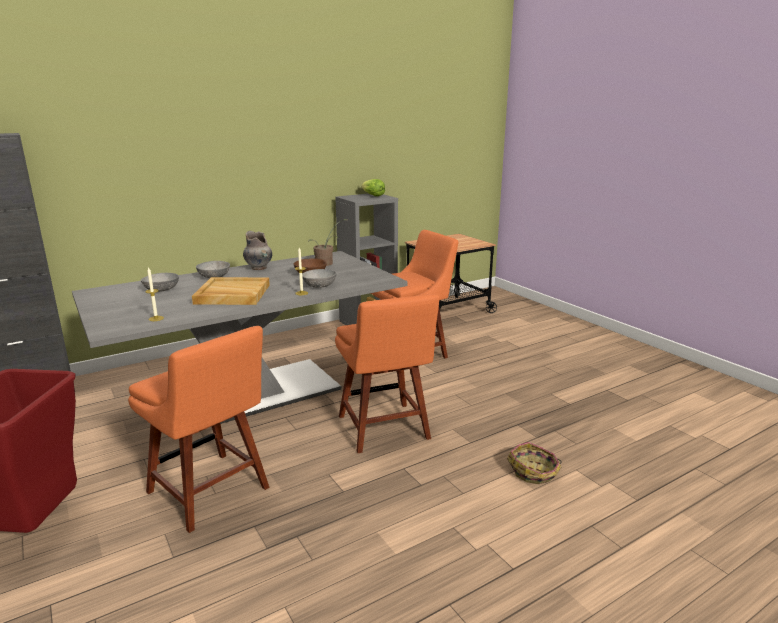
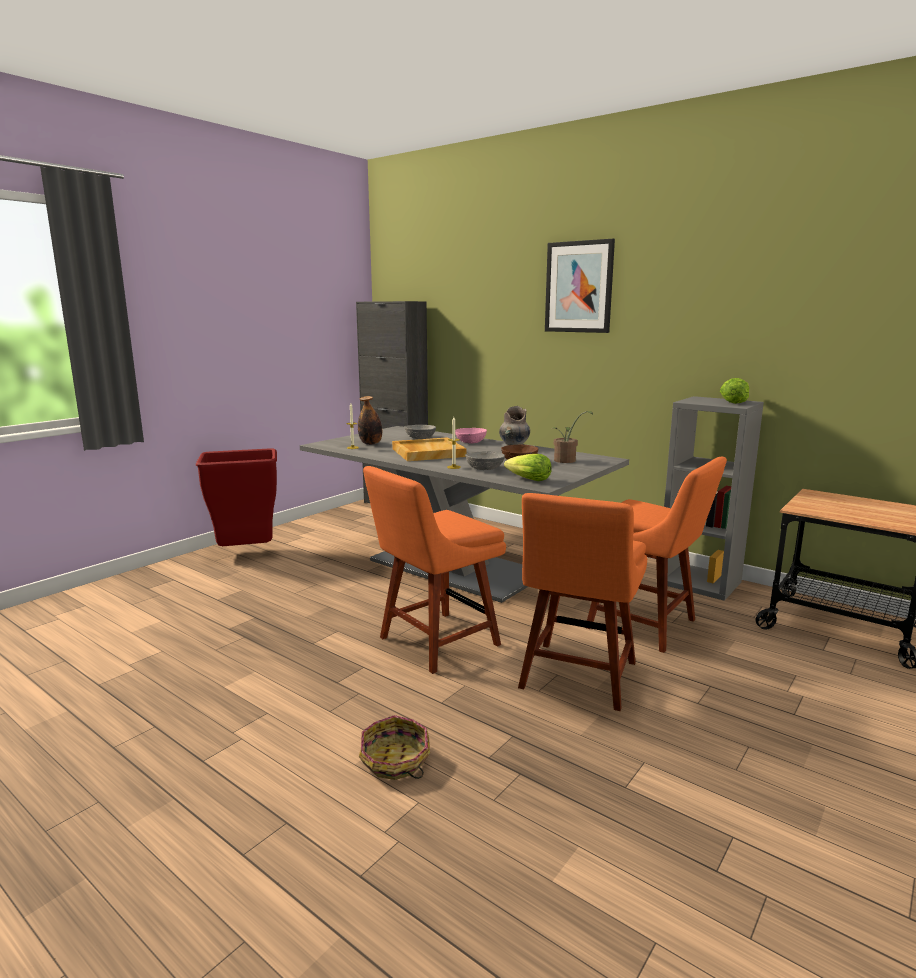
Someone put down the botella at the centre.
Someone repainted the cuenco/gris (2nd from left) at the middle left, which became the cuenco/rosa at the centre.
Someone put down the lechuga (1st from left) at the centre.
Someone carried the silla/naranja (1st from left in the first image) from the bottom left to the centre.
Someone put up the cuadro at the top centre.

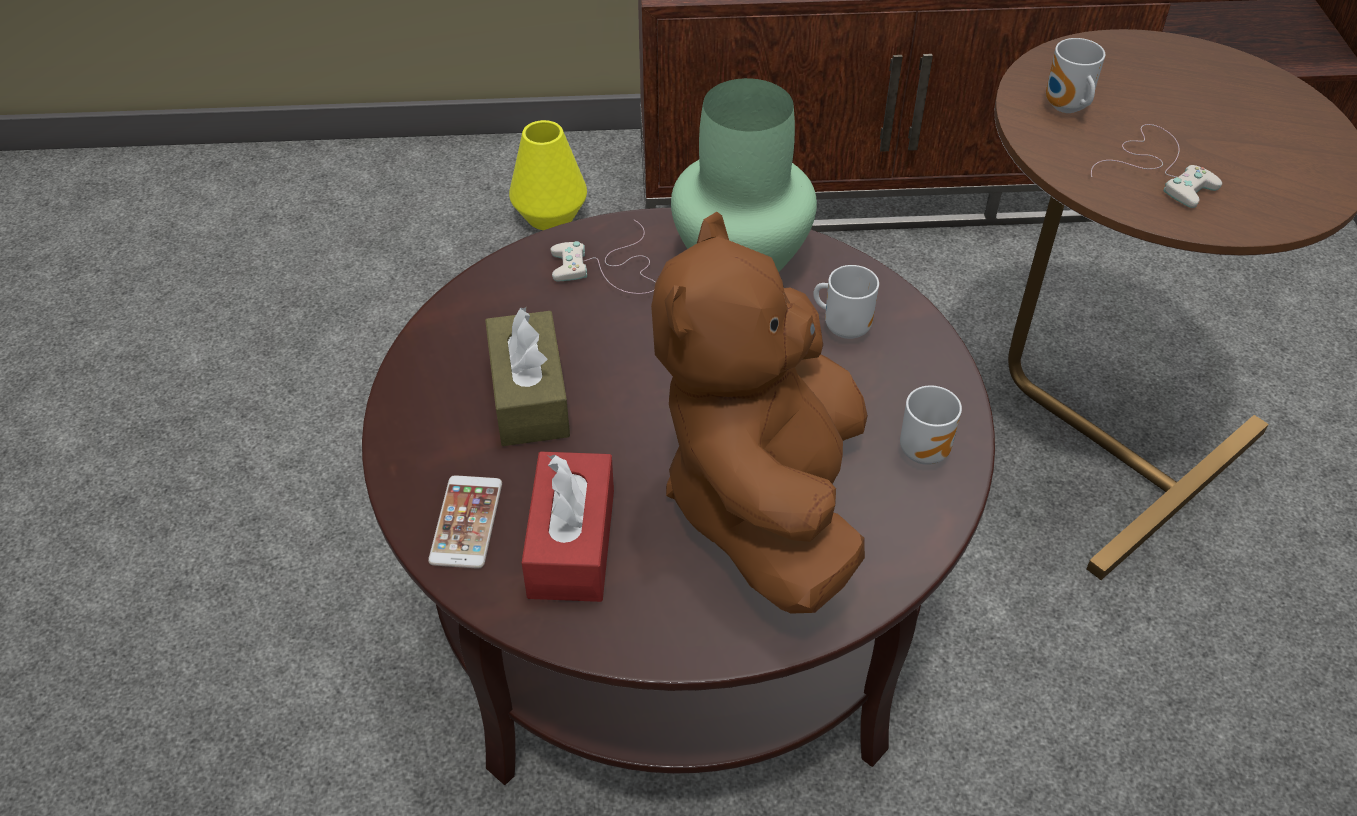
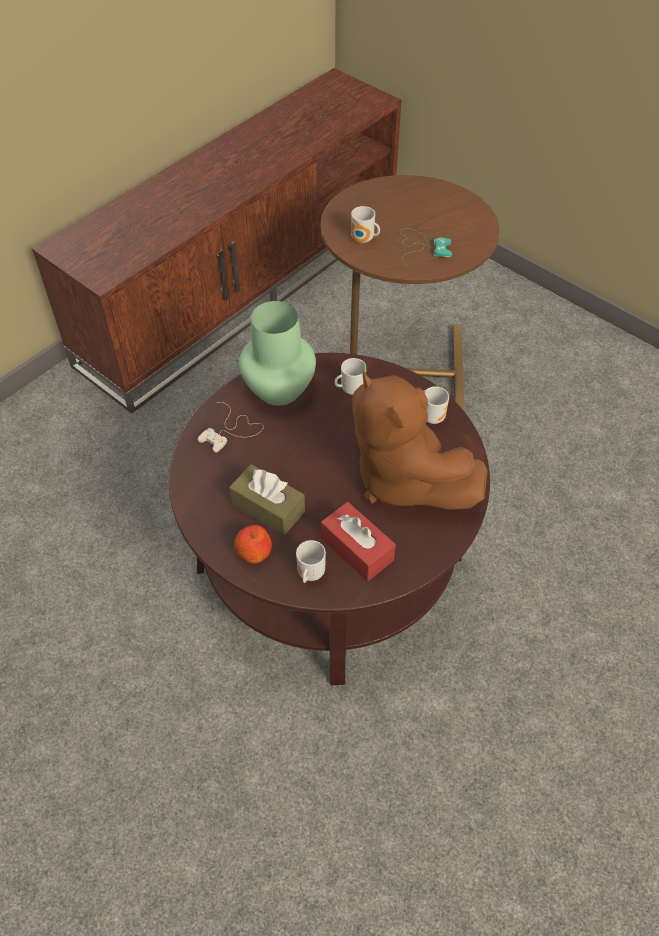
Someone put down the manzana at the centre.
Someone swapped the móvil at the centre for the taza grande (1st from left) at the centre.
Someone repainted the mando de consola/blanco (2nd from left) at the top right, which became the mando de consola/turquesa at the top centre.
Someone took away the florero/amarillo at the top centre.

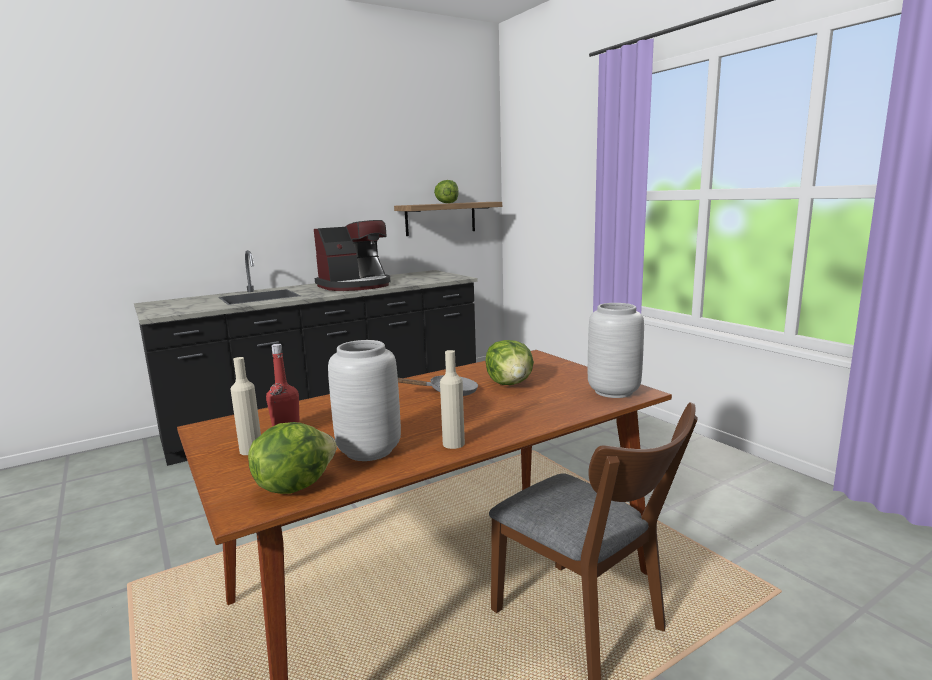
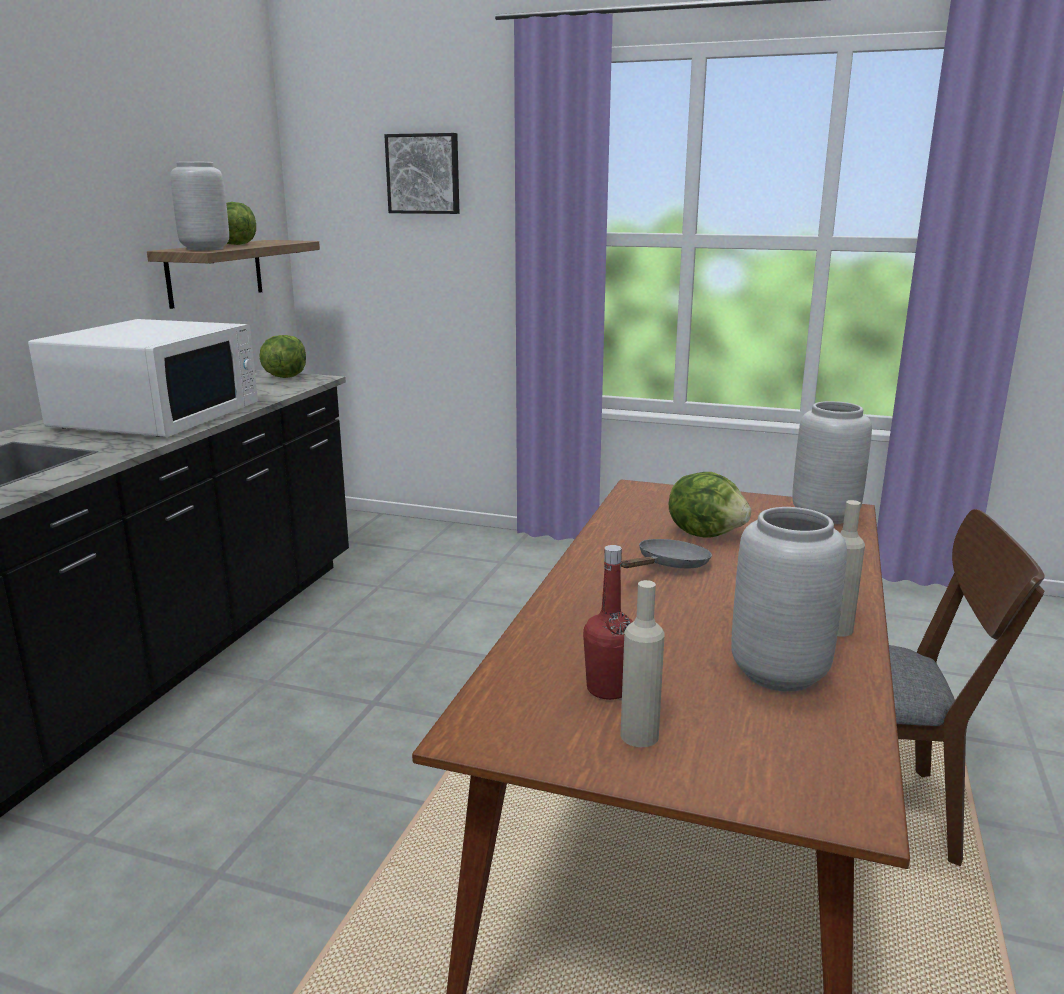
Someone swapped the cafetera at the centre for the microondas/blanco at the middle left.
Someone put down the florero/gris (1st from left) at the top left.
Someone carried the lechuga (1st from left in the first image) from the bottom left to the middle left.
Someone put up the cuadro at the top centre.

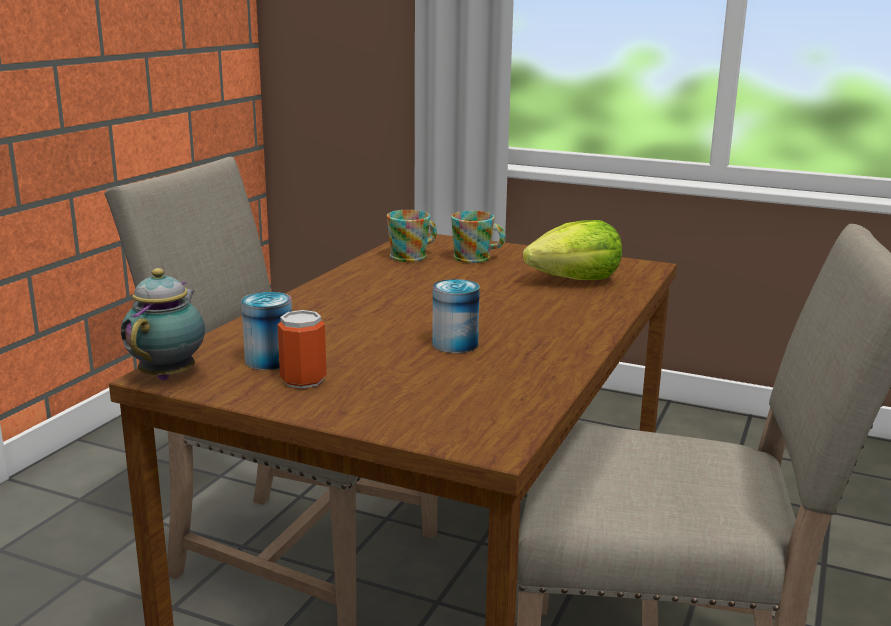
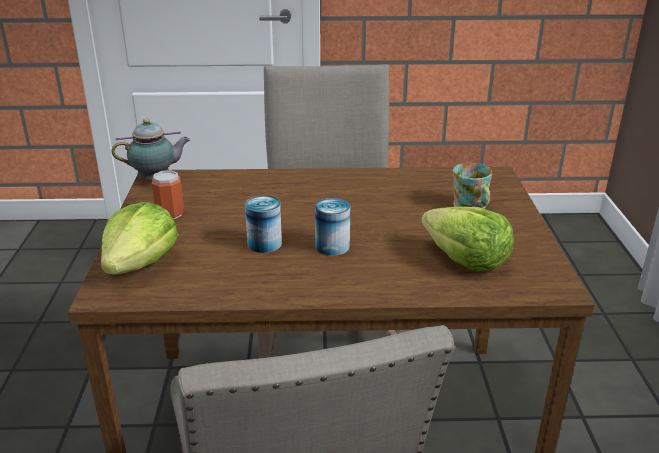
Someone put down the lechuga (1st from left) at the middle left.
Someone carried the lata (1st from left in the first image) from the middle left to the centre.
Someone took away the taza grande (1st from left) at the centre.

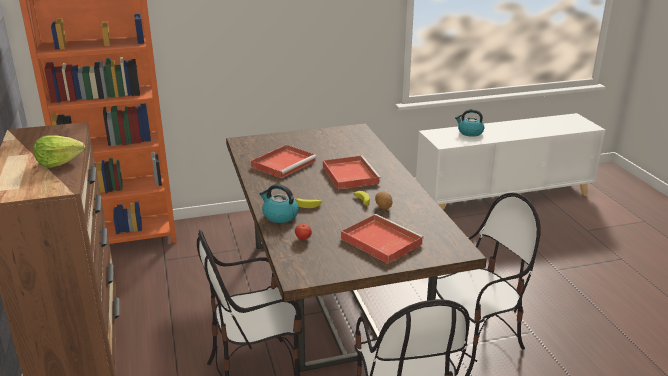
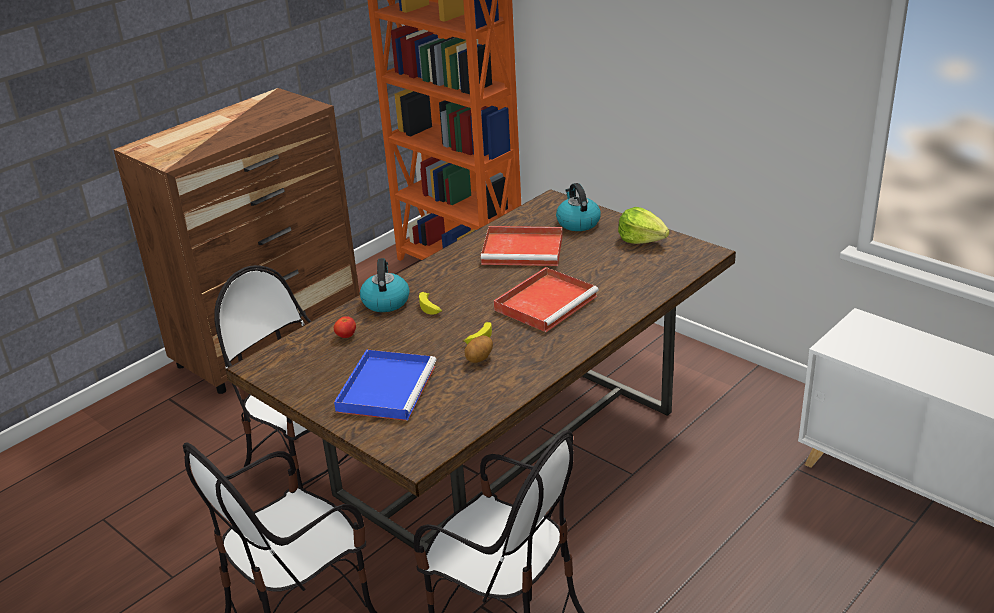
Someone repainted the bandeja/rojo (3rd from left) at the centre, which became the bandeja/azul at the centre.
Someone carried the hervidor (2nd from left) from the top right to the centre.
Someone carried the lechuga from the middle left to the centre.

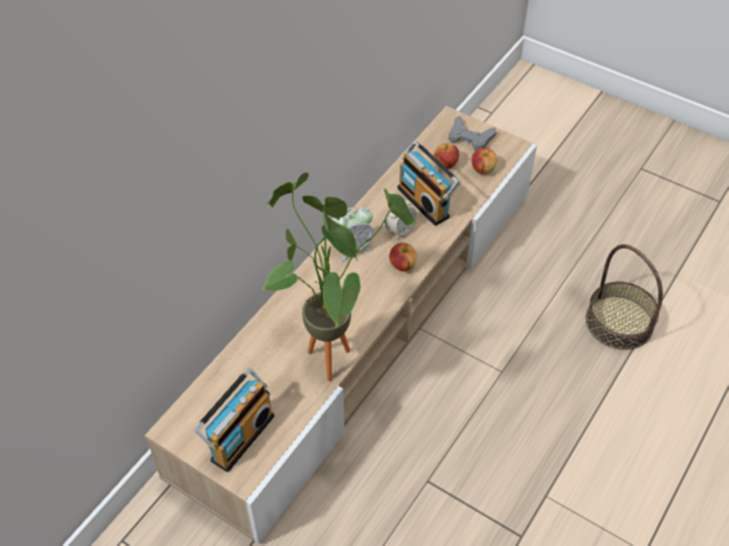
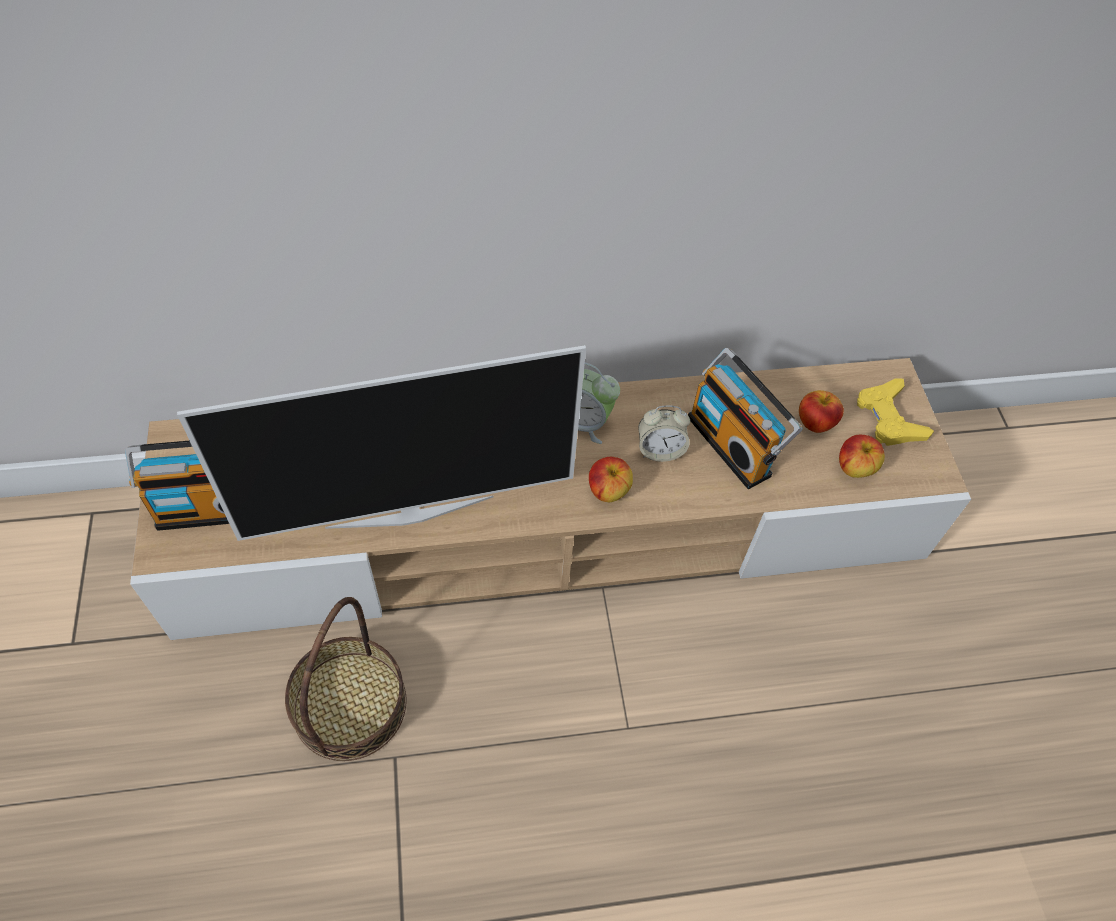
Someone swapped the planta en maceta at the centre for the televisor at the centre.
Someone carried the cesta from the middle right to the bottom left.
Someone rotated the radio (2nd from left) at the centre by 45 degrees counterclockwise.
Someone repainted the mando de consola/gris at the top centre, which became the mando de consola/amarillo at the middle right.

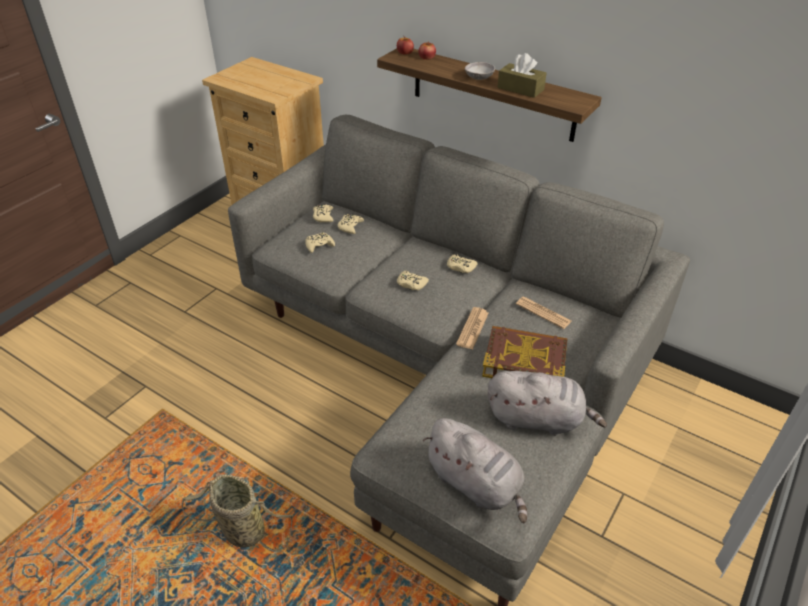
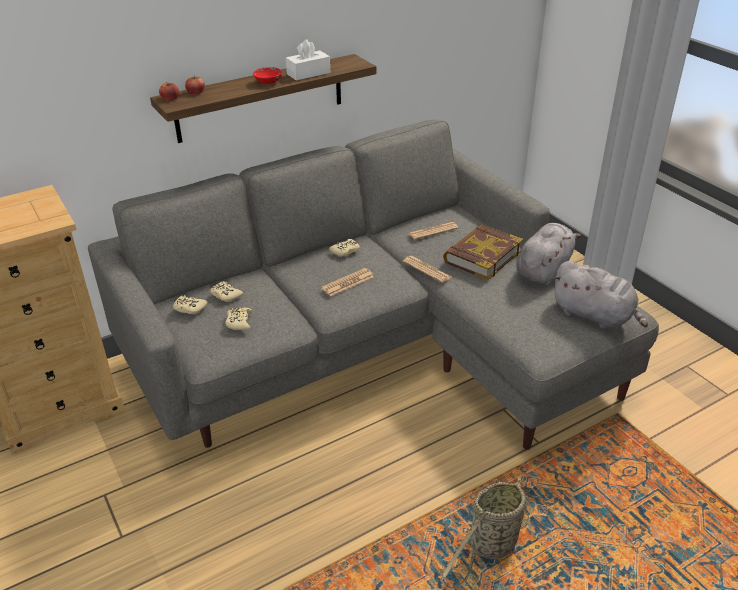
Someone repainted the cuenco/gris at the top centre, which became the cuenco/rojo at the top centre.
Someone repainted the caja de pañuelos/marrón at the top centre, which became the caja de pañuelos/blanco at the top centre.
Someone swapped the mando de consola/beis (4th from left) at the centre for the periódico (1st from left) at the centre.
Someone rotated the peluche/gris (1st from left in the first image) at the bottom centre by 60 degrees clockwise.

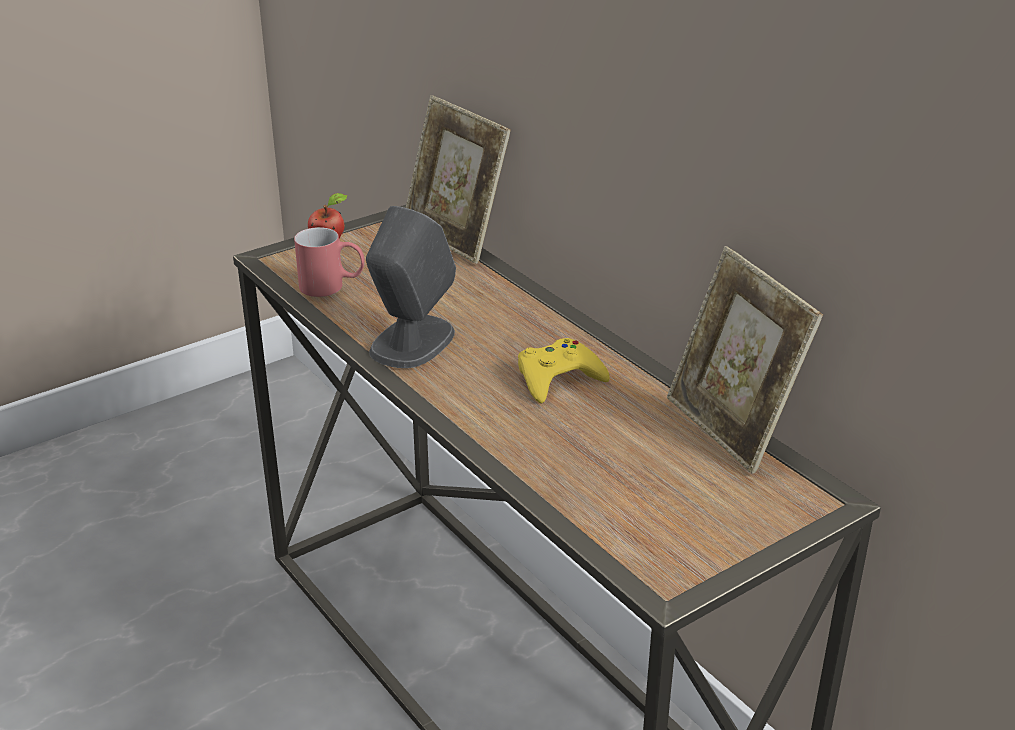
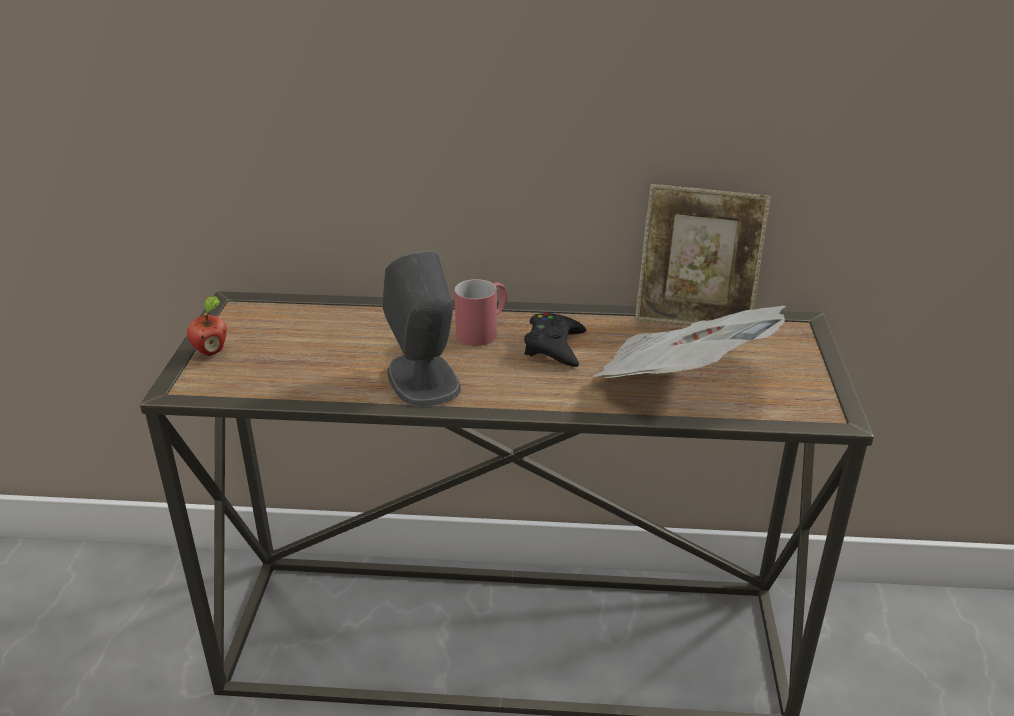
Someone carried the taza grande/rojo from the middle left to the centre.
Someone repainted the mando de consola/amarillo at the centre, which became the mando de consola/negro at the centre.
Someone put down the periódico at the middle right.
Someone took away the portarretratos (1st from left) at the top centre.

